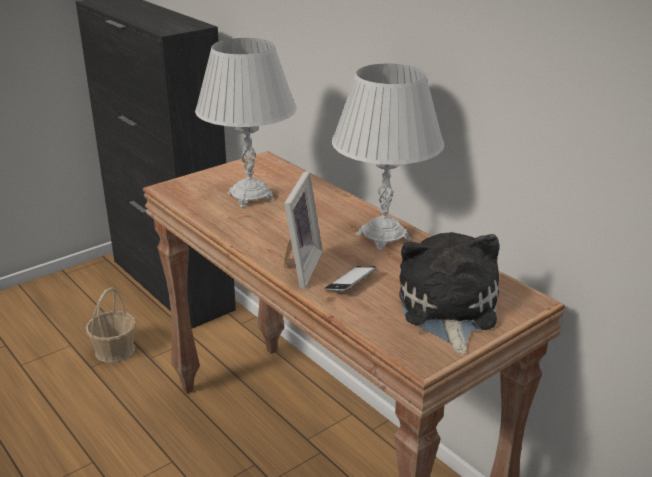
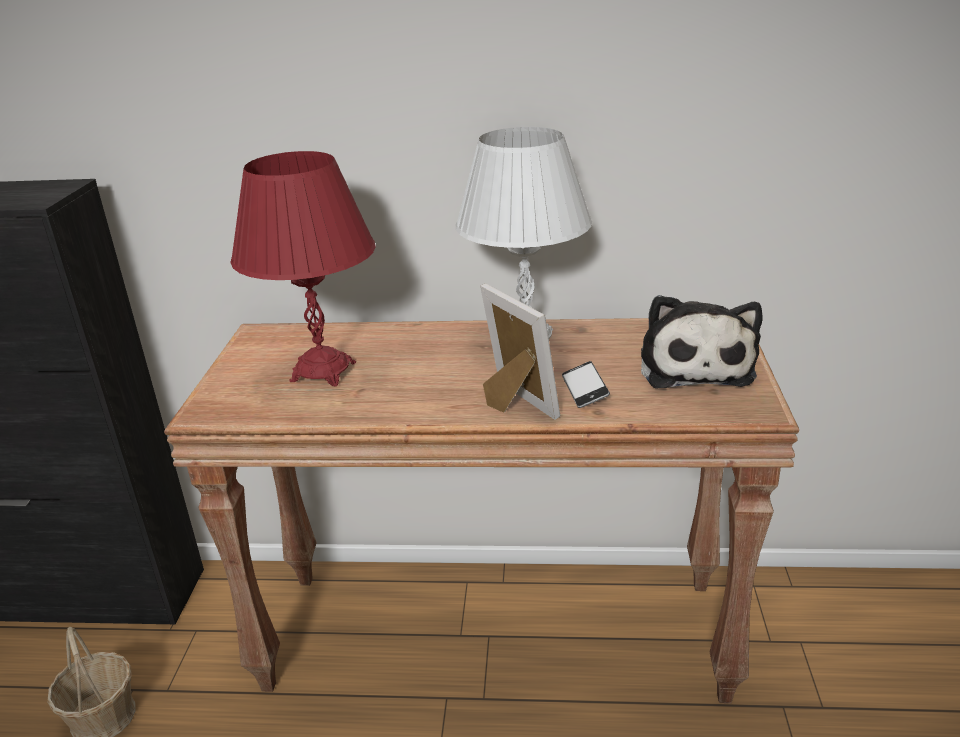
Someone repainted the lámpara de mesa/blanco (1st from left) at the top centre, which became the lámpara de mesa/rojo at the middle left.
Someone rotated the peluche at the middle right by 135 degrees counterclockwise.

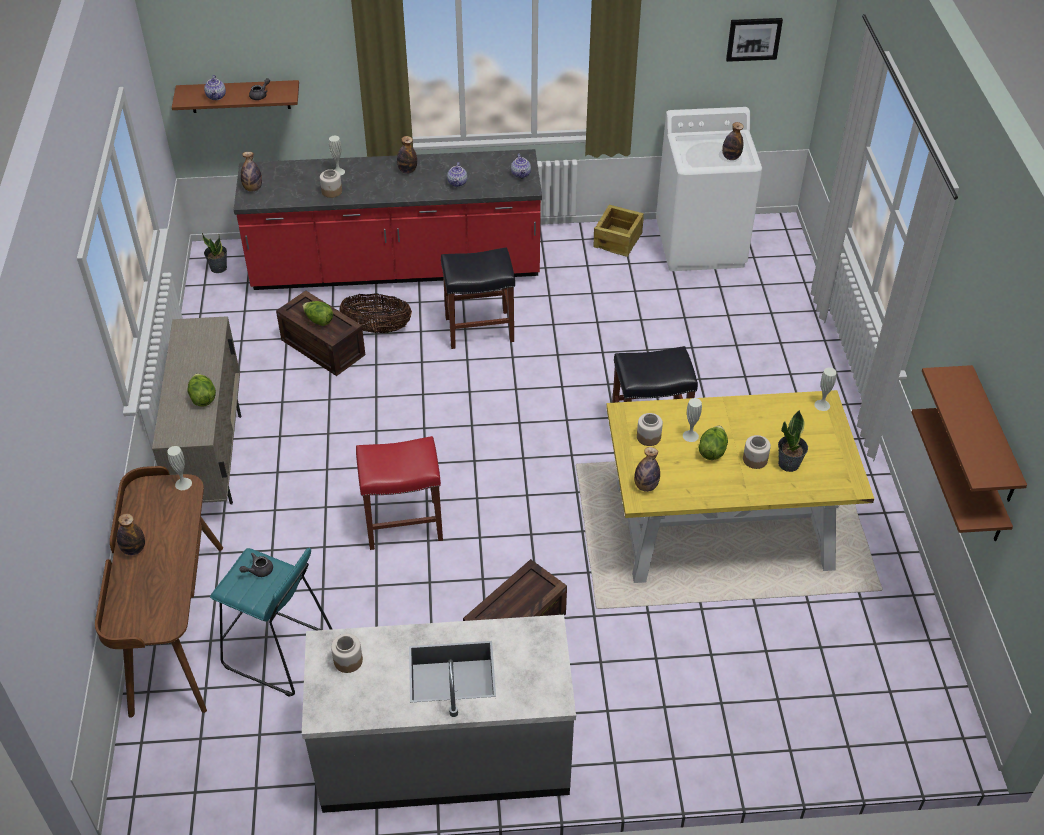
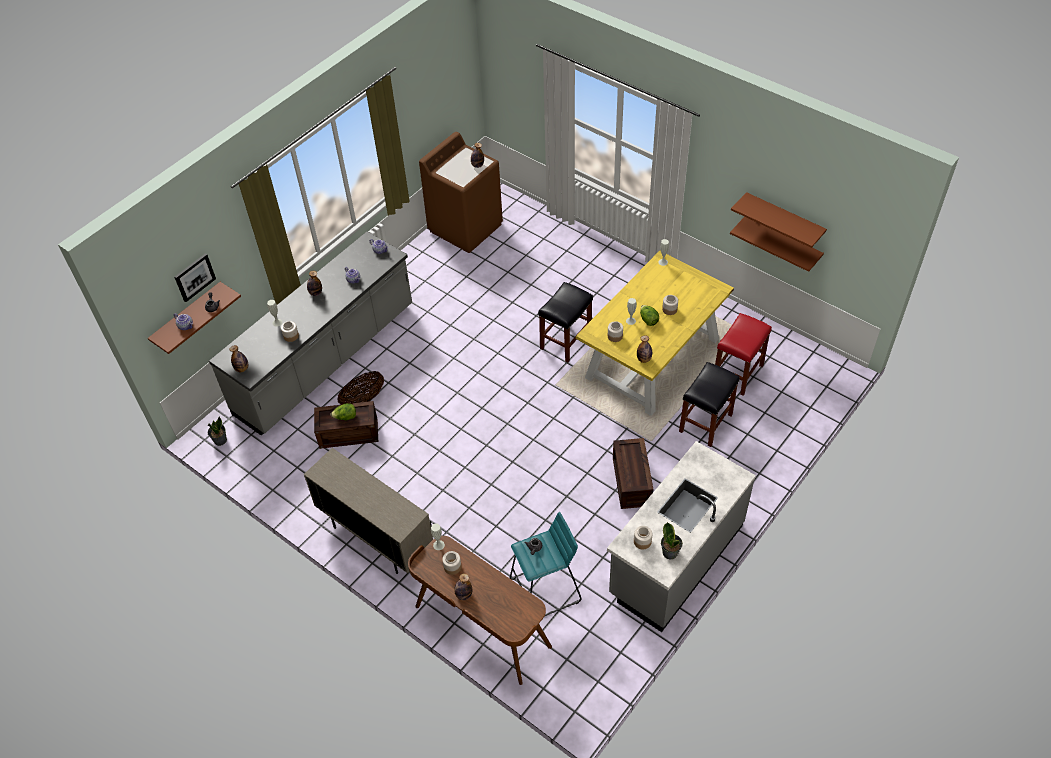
Someone carried the cuadro from the top right to the middle left.
Someone repainted the mueble bajo de cocina/rojo at the top centre, which became the mueble bajo de cocina/gris (1st from left) at the middle left.
Someone repainted the lavadora/blanco at the top right, which became the lavadora/marrón at the top centre.
Someone put down the tarro (2nd from left) at the bottom centre.
Someone carried the planta en maceta (2nd from left) from the middle right to the bottom centre.
Someone carried the taburete/negro (1st from left in the first image) from the centre to the middle right.
Someone carried the taburete/rojo from the centre to the middle right.
Someone took away the lechuga (1st from left) at the middle left.
Someone took away the caja de embalaje (3rd from left) at the top centre.

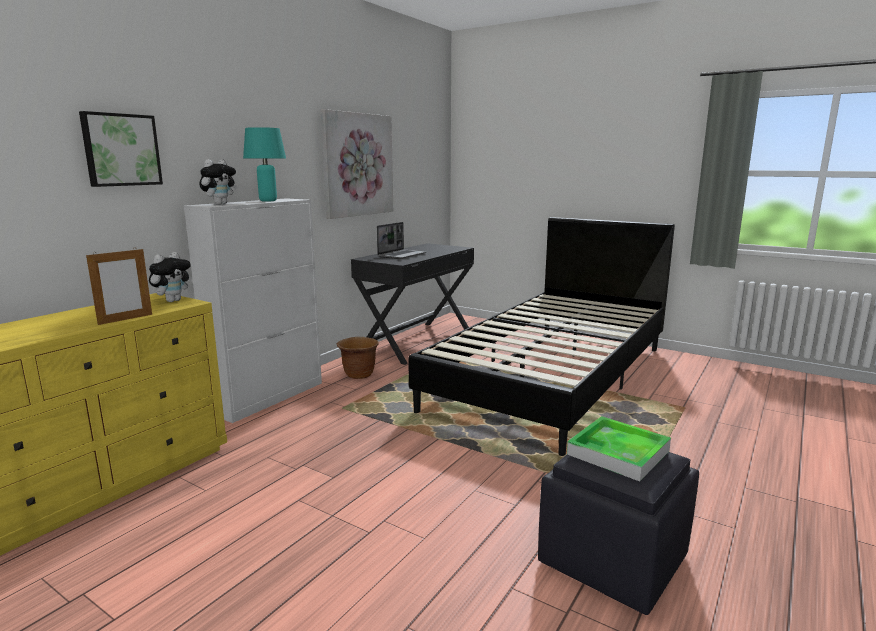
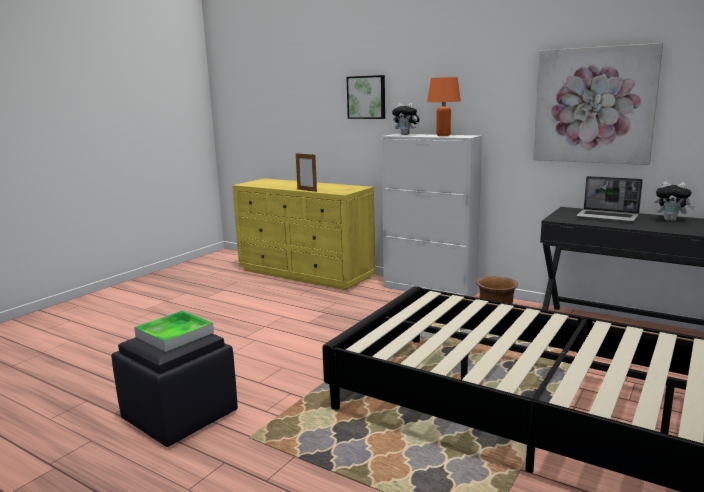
Someone repainted the lámpara de mesa/turquesa at the top left, which became the lámpara de mesa/naranja at the top centre.
Someone carried the peluche (1st from left in the first image) from the middle left to the middle right.

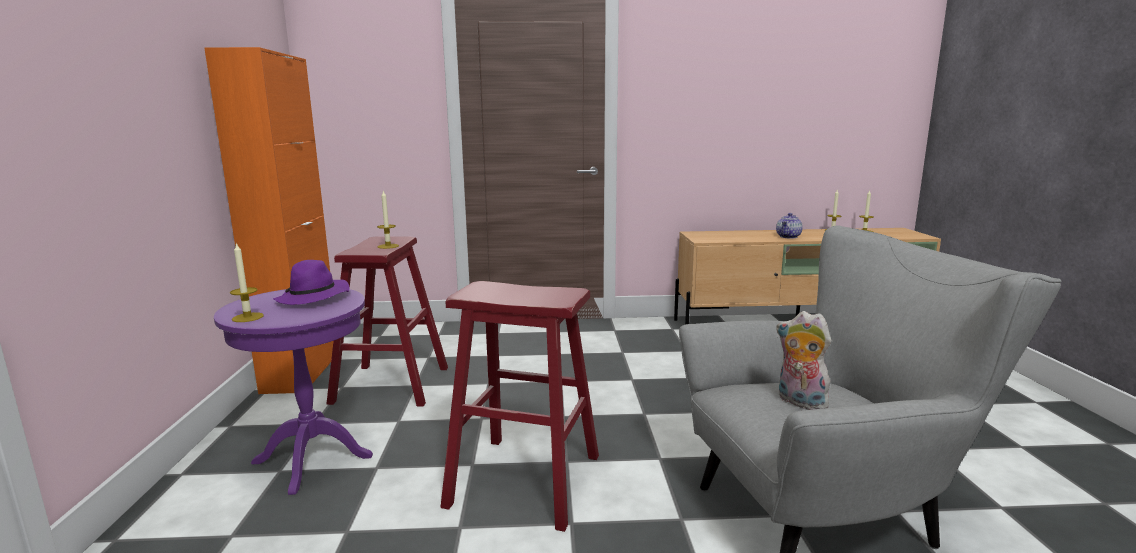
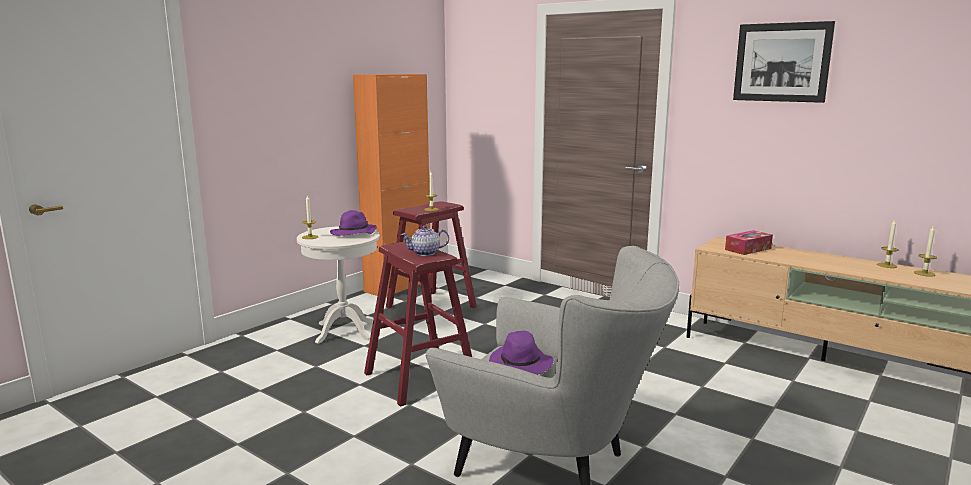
Someone repainted the mesa auxiliar/morado at the bottom left, which became the mesa auxiliar/blanco at the centre.
Someone carried the tetera from the middle right to the centre.
Someone swapped the peluche at the middle right for the sombrero/morado (2nd from left) at the bottom centre.
Someone put down the caja de pañuelos at the middle right.
Someone put up the cuadro at the top right.

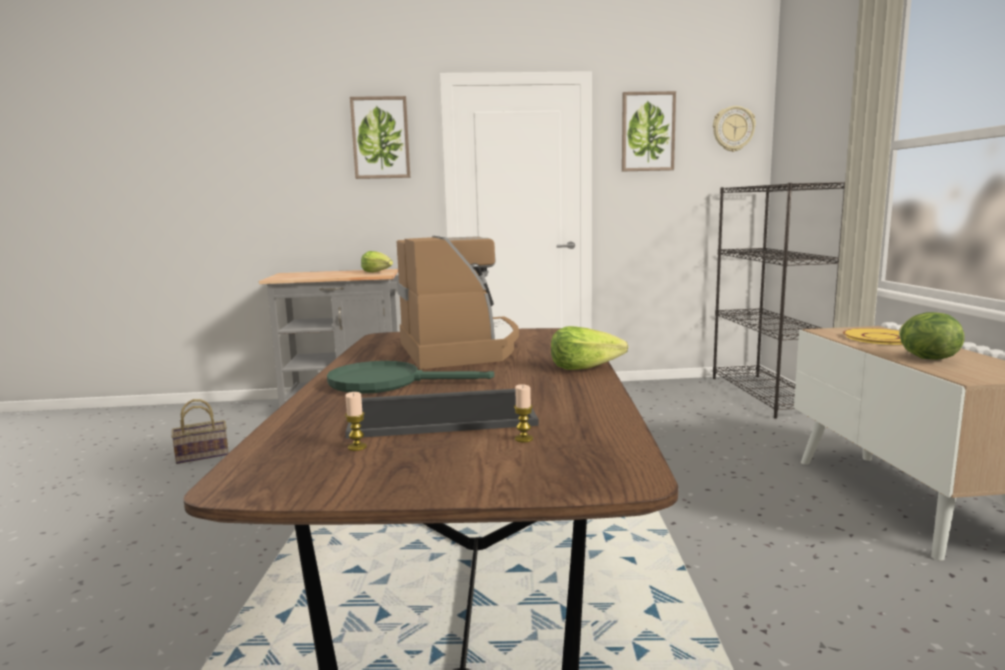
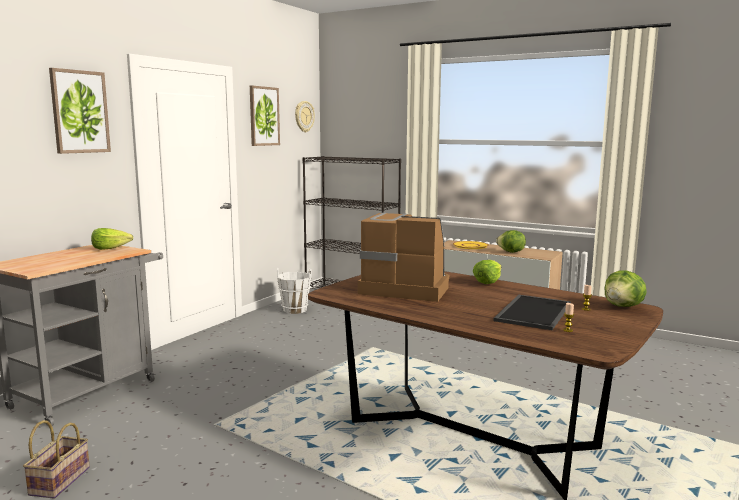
Someone put down the cubo/blanco at the centre.
Someone put down the lechuga (4th from left) at the middle right.
Someone took away the sartén/verde at the centre.

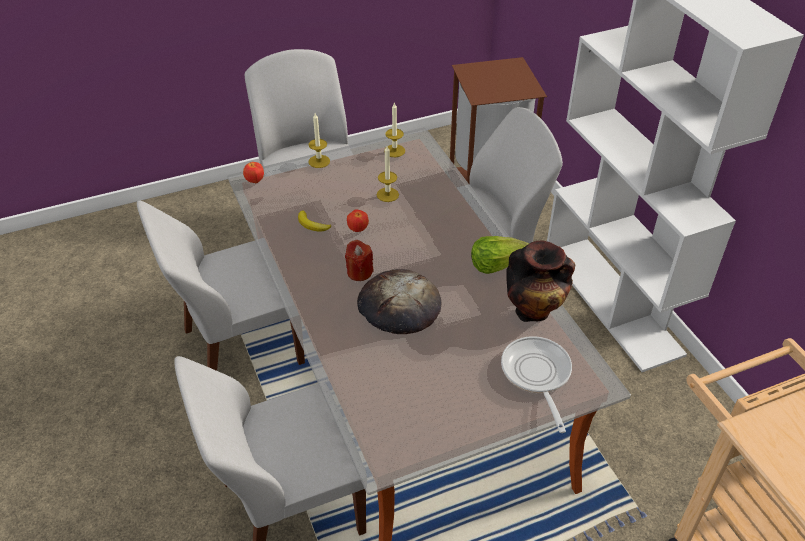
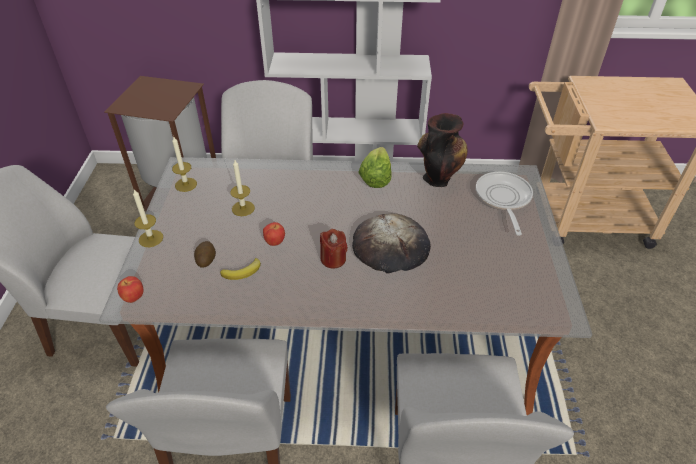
Someone put down the patata at the middle left.
Someone rotated the sartén at the bottom centre by 75 degrees clockwise.

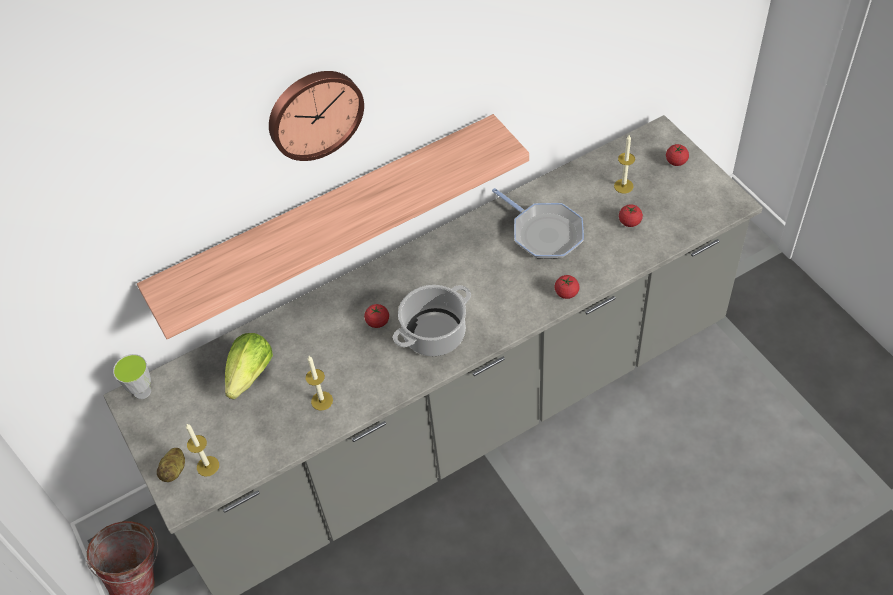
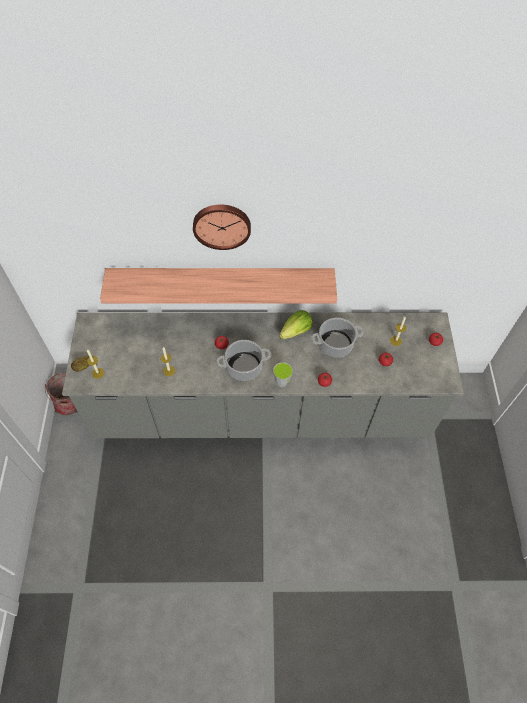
Someone carried the taza from the middle left to the centre.
Someone carried the lechuga from the middle left to the centre.
Someone swapped the sartén at the centre for the olla (2nd from left) at the centre.

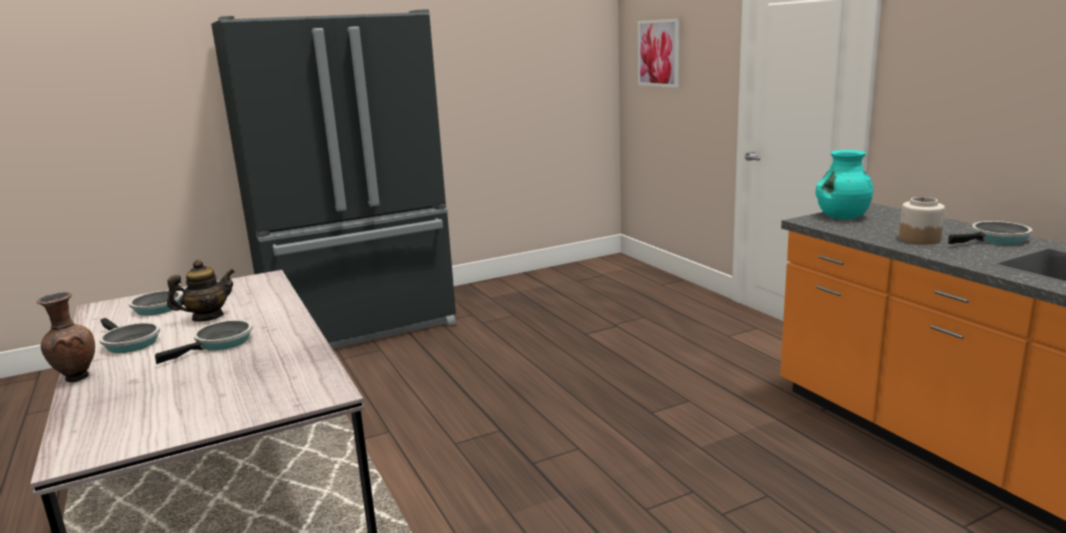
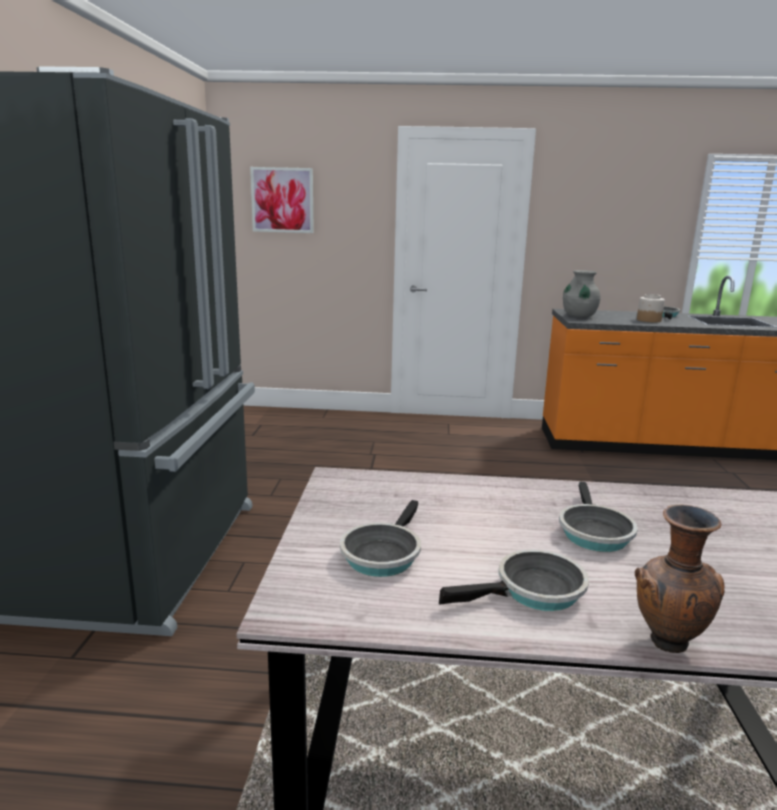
Someone rotated the sartén (3rd from left) at the middle left by 150 degrees counterclockwise.
Someone repainted the florero/turquesa at the middle right, which became the florero/gris at the middle right.
Someone took away the tetera at the middle left.

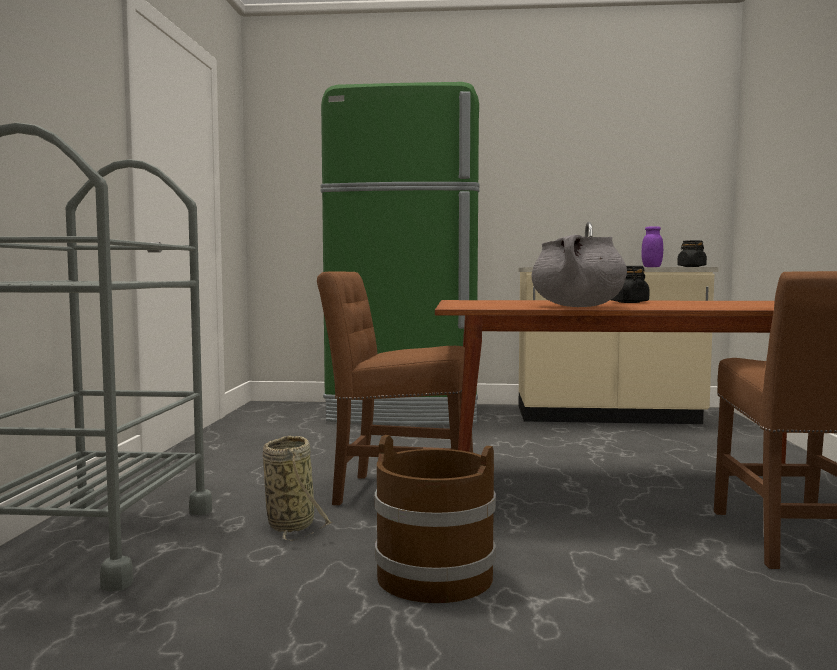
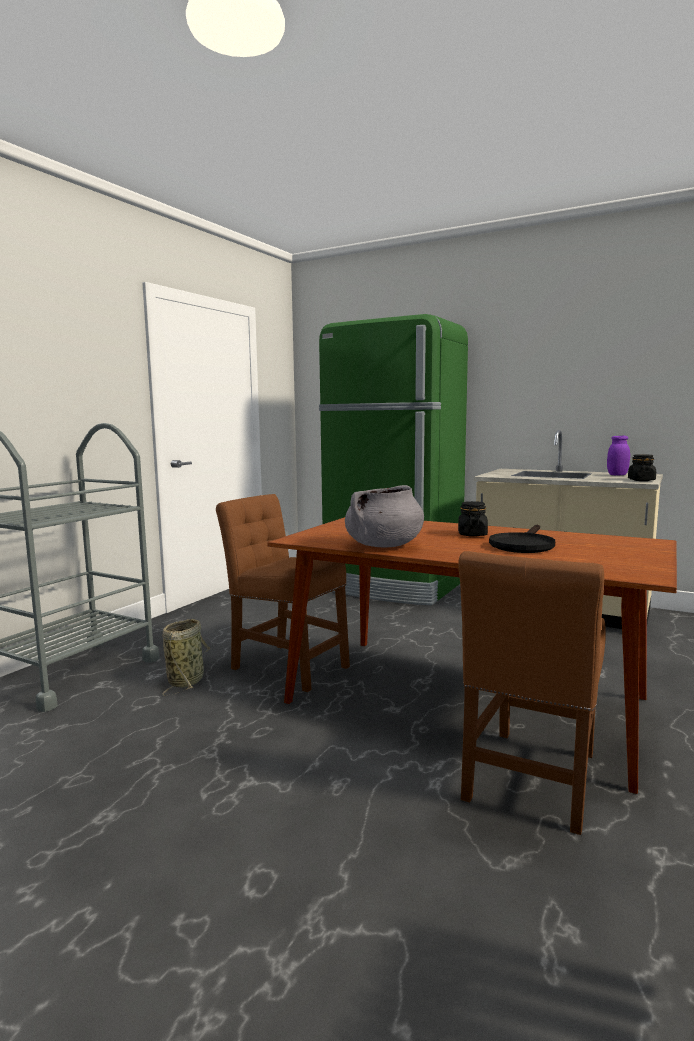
Someone put down the sartén/negro at the middle right.
Someone took away the cubo/marrón at the bottom centre.

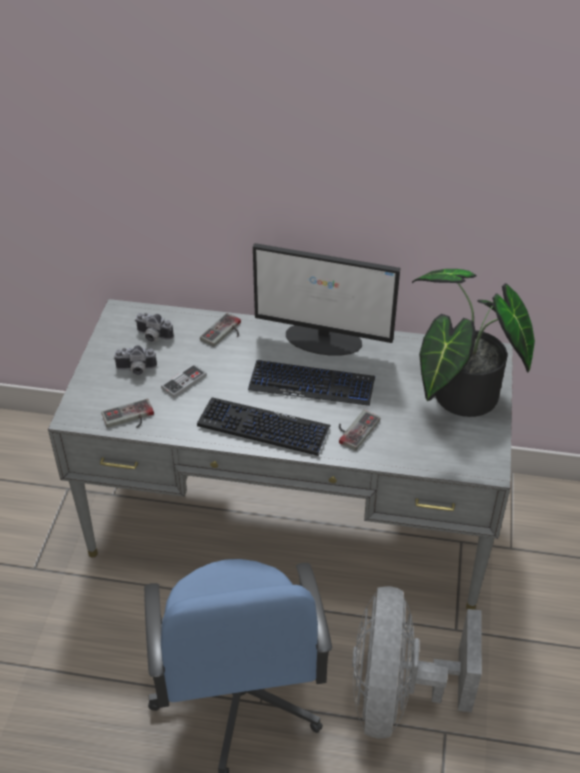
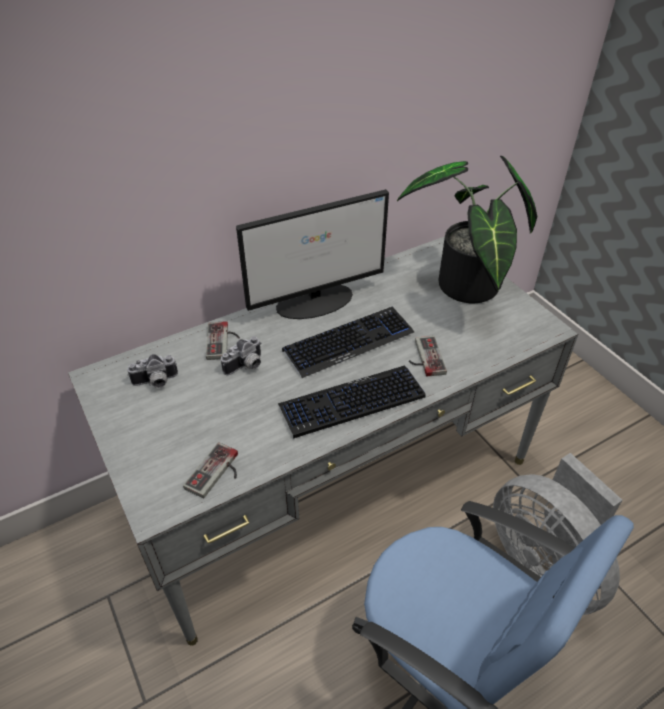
Someone carried the cámara (1st from left in the first image) from the middle left to the centre.
Someone took away the mando de consola (2nd from left) at the middle left.

